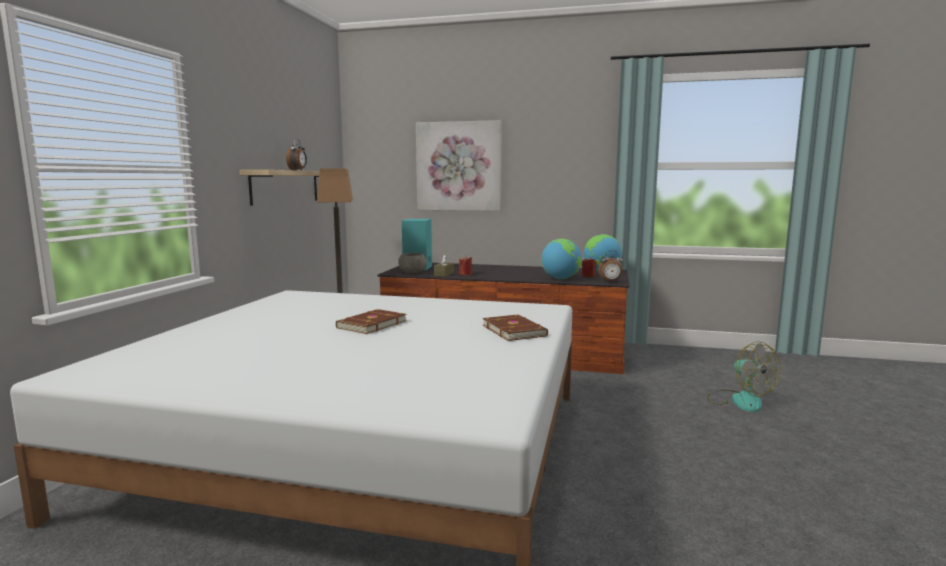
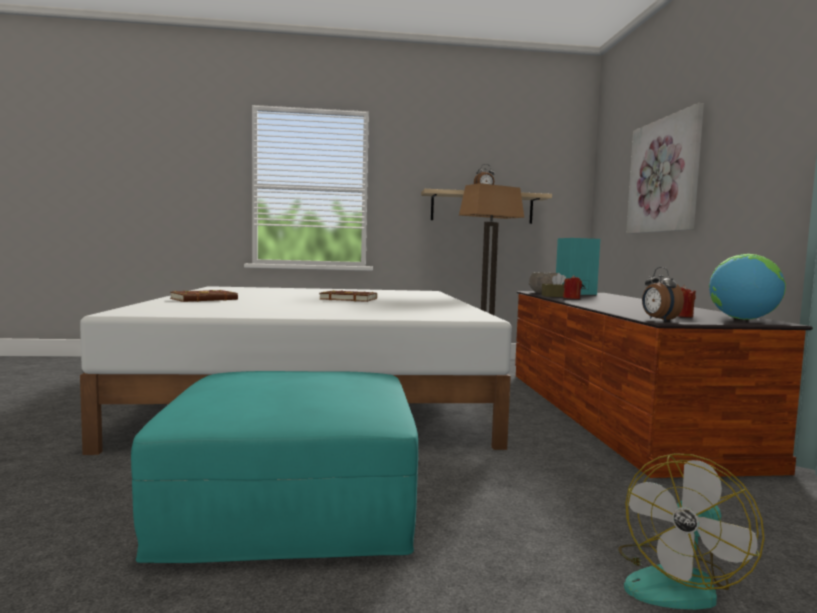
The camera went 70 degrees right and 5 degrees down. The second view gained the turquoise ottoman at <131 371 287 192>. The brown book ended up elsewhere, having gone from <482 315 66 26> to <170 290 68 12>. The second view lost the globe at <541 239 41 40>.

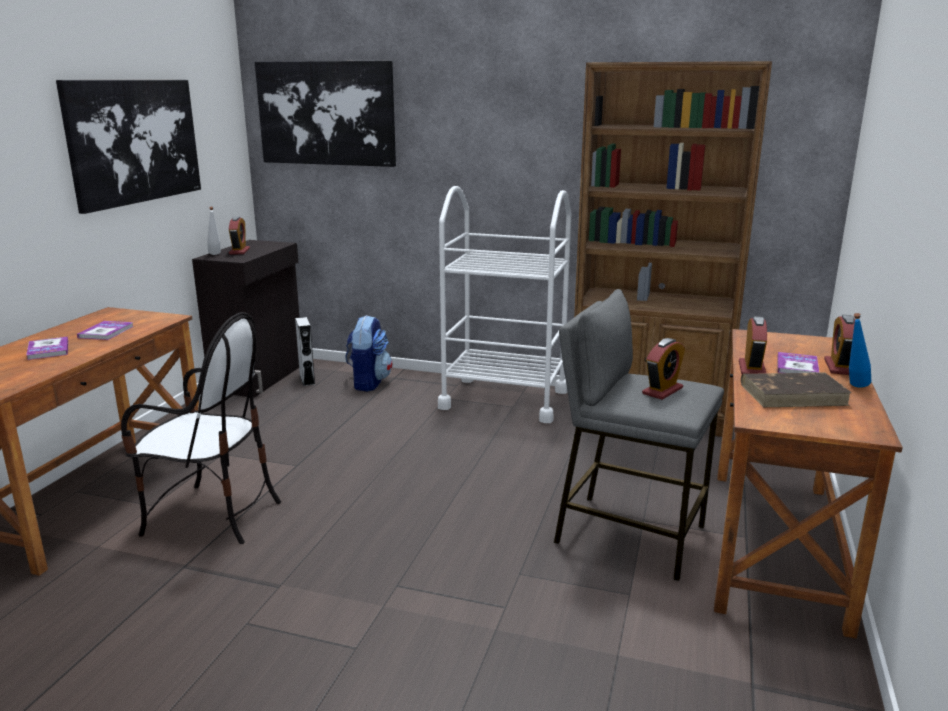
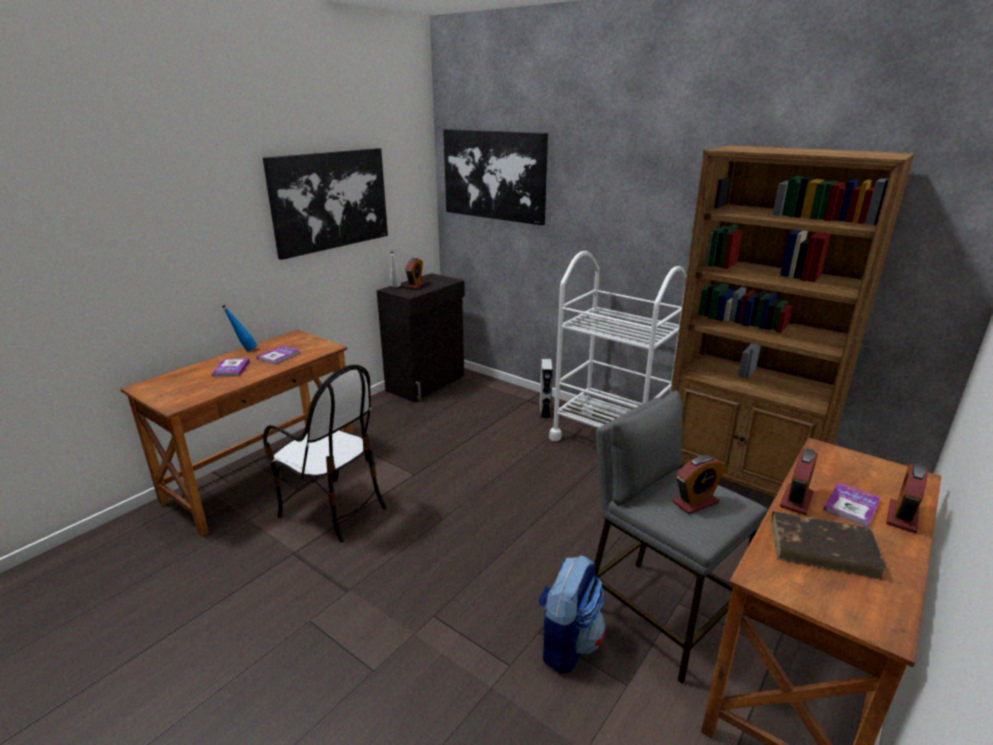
The camera went 20 degrees right and 5 degrees up. The blue bottle ended up elsewhere, having gone from <849 313 22 75> to <222 305 35 46>. The backpack ended up elsewhere, having gone from <346 315 46 77> to <538 555 68 119>. The grey speaker ended up elsewhere, having gone from <295 317 20 69> to <539 359 14 59>.

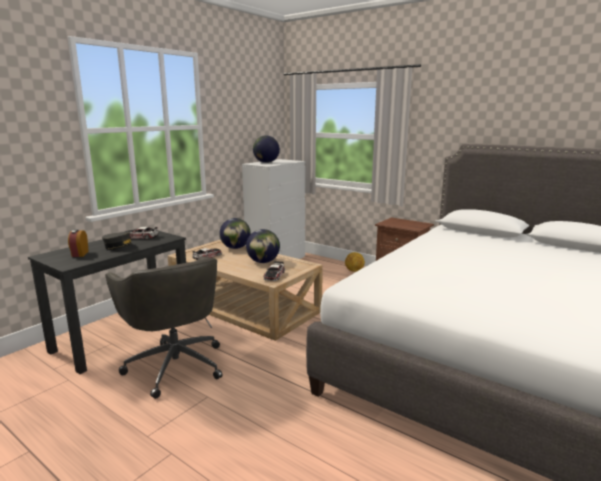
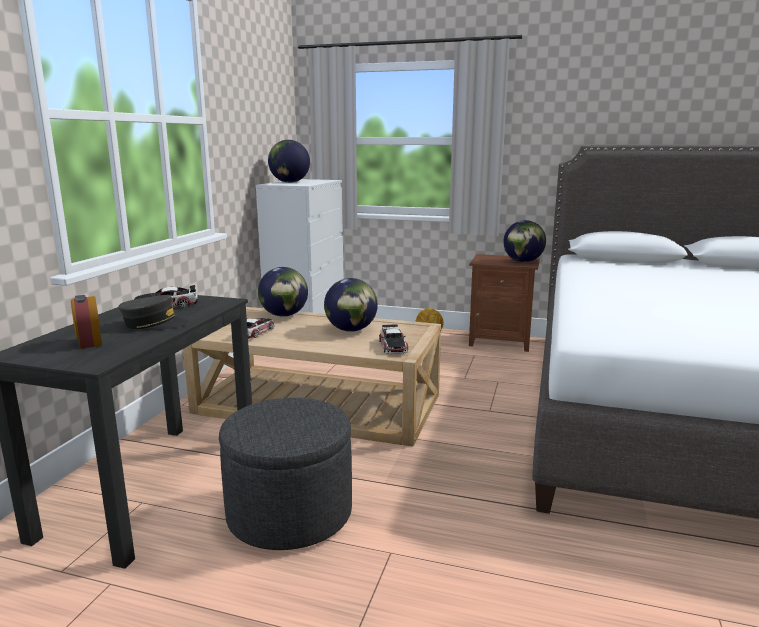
The camera went 20 degrees left and 0 degrees up. Where the grey office chair stood at <105 256 118 143>, the grey ottoman came to stand at <219 398 133 152>. The second view gained the globe at <503 220 43 42>.

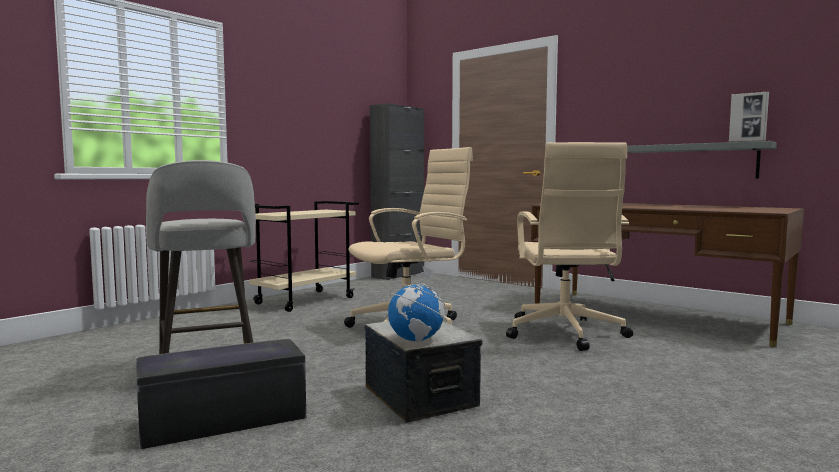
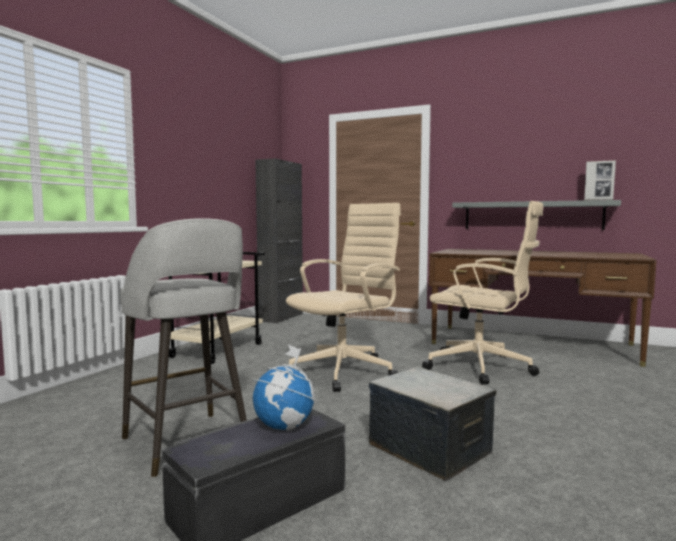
The camera went 15 degrees left and 0 degrees up. The globe ended up elsewhere, having gone from <388 266 59 76> to <253 345 66 86>. The beige office chair at <506 142 127 209> ended up facing another way, 45 degrees counterclockwise from before.

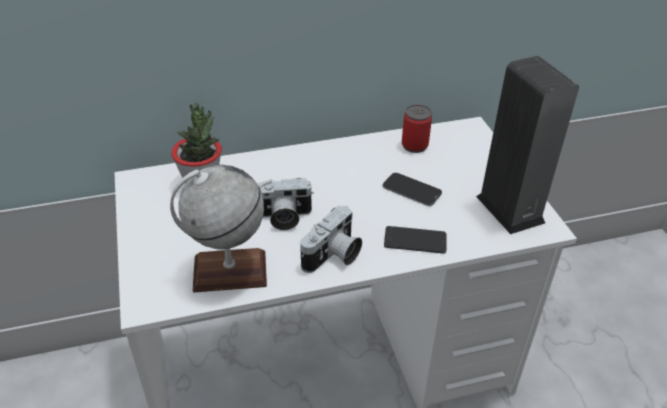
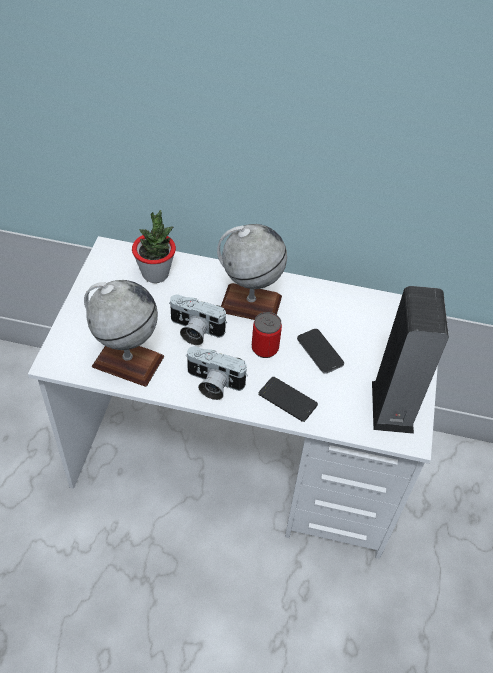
The camera went 25 degrees right and 10 degrees up. The photo camera at <300 205 62 68> ended up facing another way, 45 degrees clockwise from before. The second view gained the globe at <217 224 70 96>. The can ended up elsewhere, having gone from <402 105 30 48> to <252 312 30 46>.

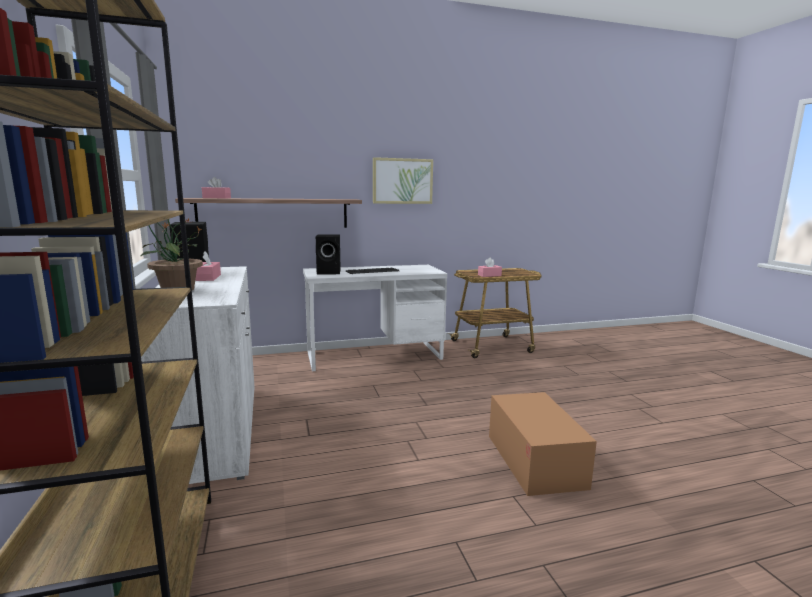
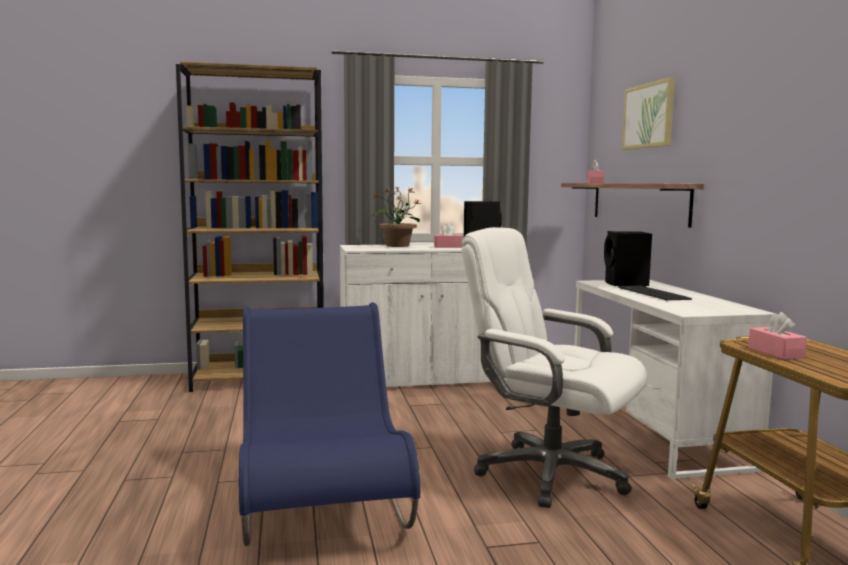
The camera went 95 degrees right and 5 degrees down. Where the cardboard box stood at <489 392 108 104>, the blue chair came to stand at <239 302 181 244>. The second view gained the white office chair at <461 227 187 281>. The picture ended up elsewhere, having gone from <373 157 60 47> to <622 77 53 73>.

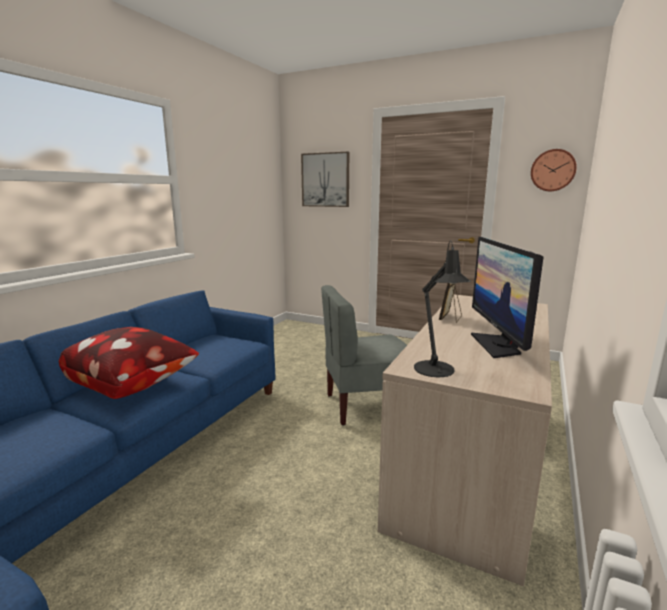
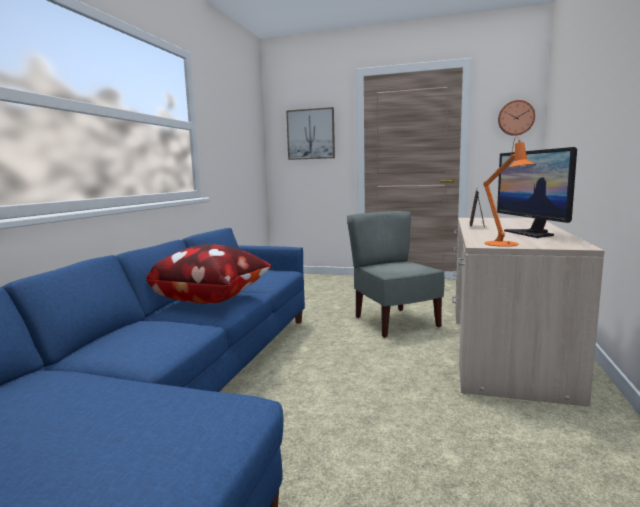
The camera went 10 degrees left and 5 degrees down. The grey chair at <321 285 86 140> ended up facing another way, 90 degrees clockwise from before. What was the black table lamp at <414 240 57 137> turned into the orange table lamp at <483 137 53 110>.

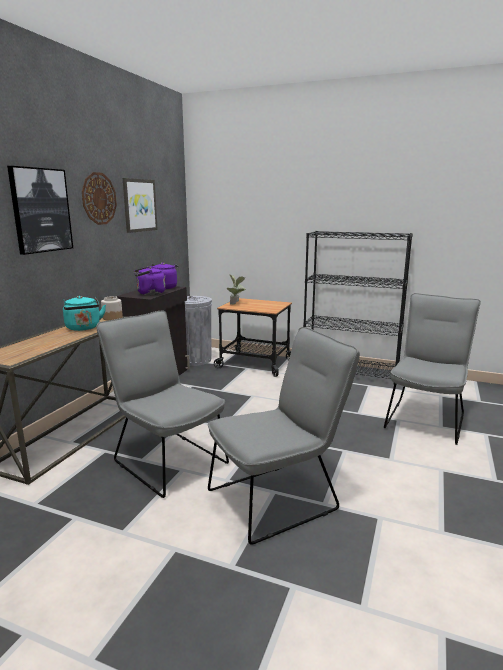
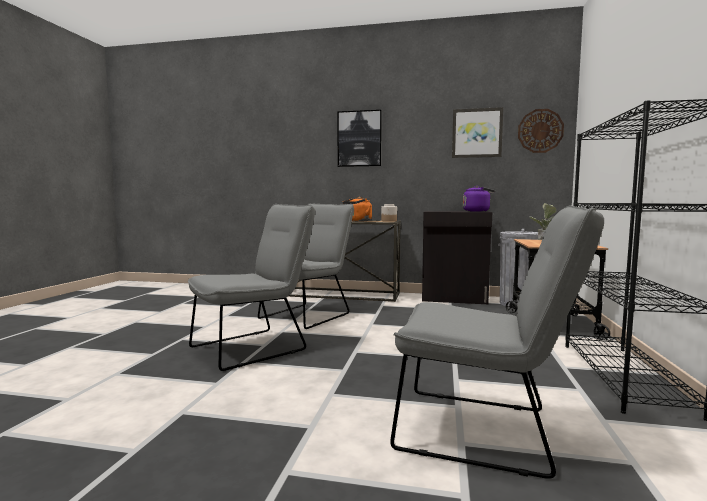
The camera went 80 degrees right and 10 degrees down. The grey chair at <208 327 152 218> ended up facing another way, 90 degrees counterclockwise from before. What was the turquoise kettle at <63 296 43 35> turned into the orange kettle at <343 197 29 24>. The wall clock ended up elsewhere, having gone from <82 172 35 53> to <518 109 46 44>. The second view lost the purple kettle at <133 266 32 29>.

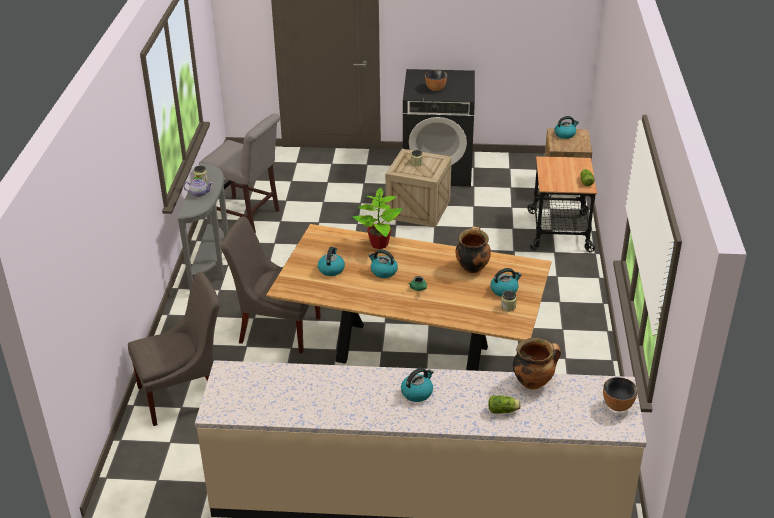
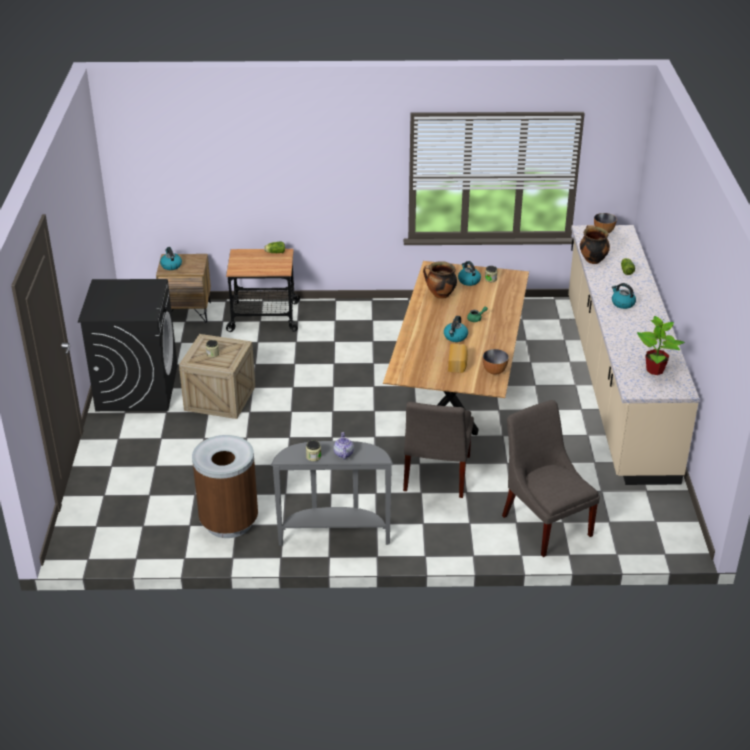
The camera went 95 degrees left and 0 degrees up. Where the grey chair stood at <199 114 81 119>, the brown trash can came to stand at <192 435 66 103>. Where the kettle stood at <318 247 27 29>, the bread came to stand at <448 344 20 29>. The bowl ended up elsewhere, having gone from <425 70 22 21> to <483 349 26 26>. The potted plant ended up elsewhere, having gone from <353 187 49 62> to <637 316 48 59>.

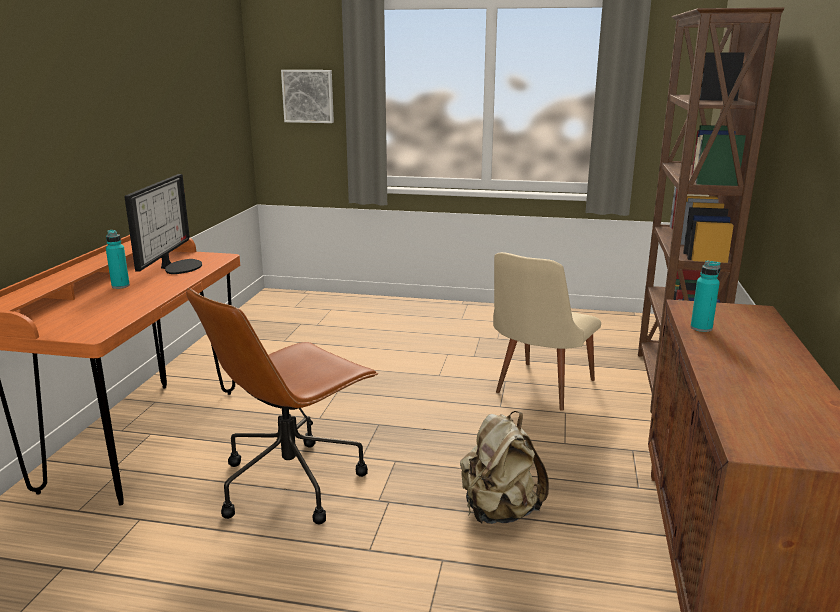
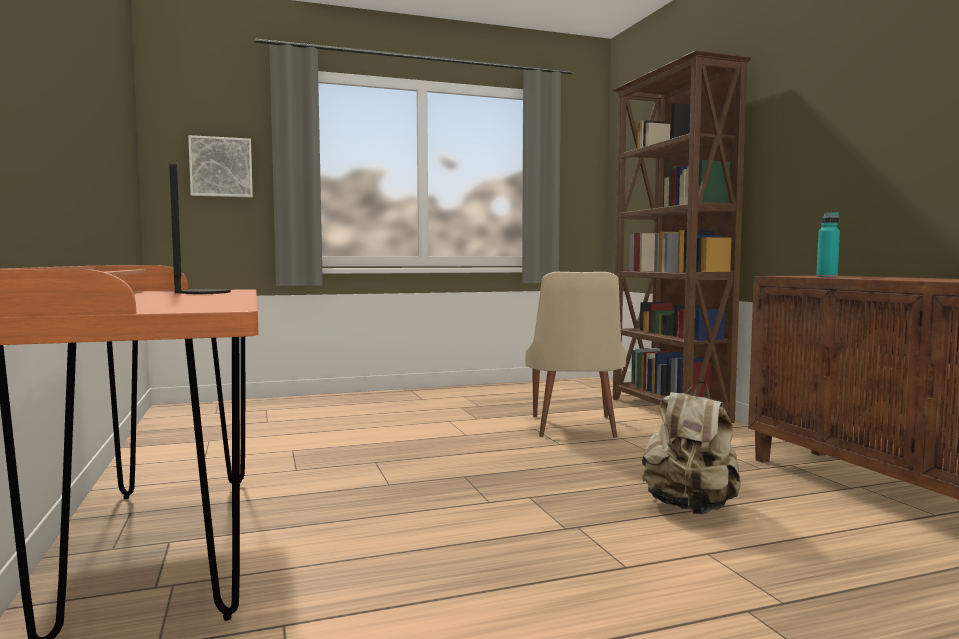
The camera went 30 degrees left and 15 degrees down. The second view lost the turquoise bottle at <106 230 24 59>. The second view lost the brown office chair at <186 288 193 236>.

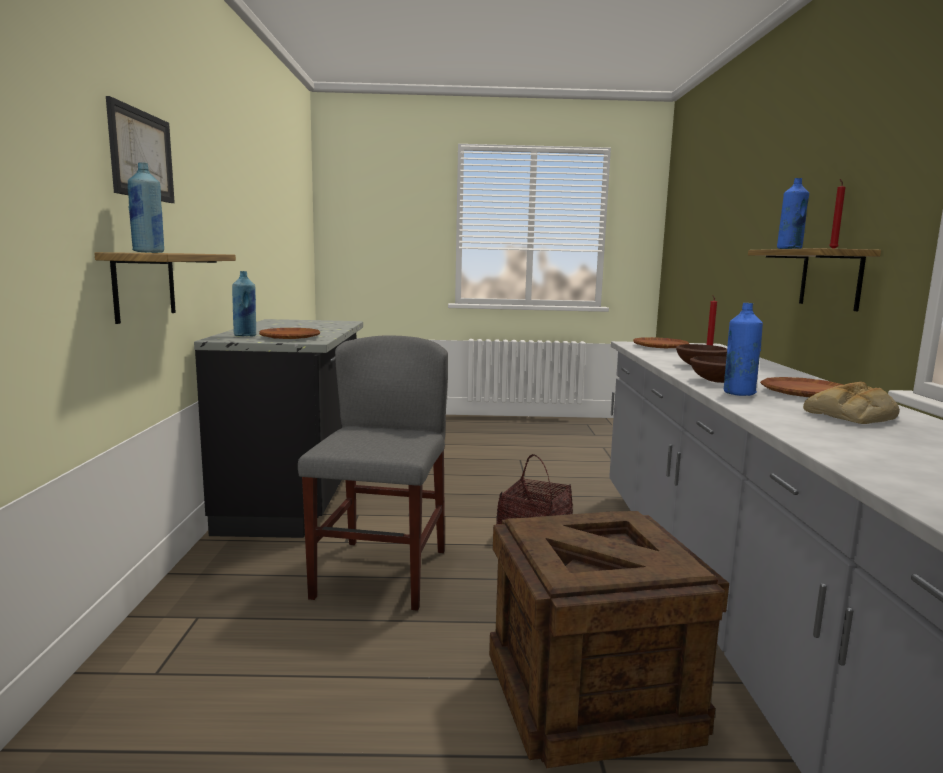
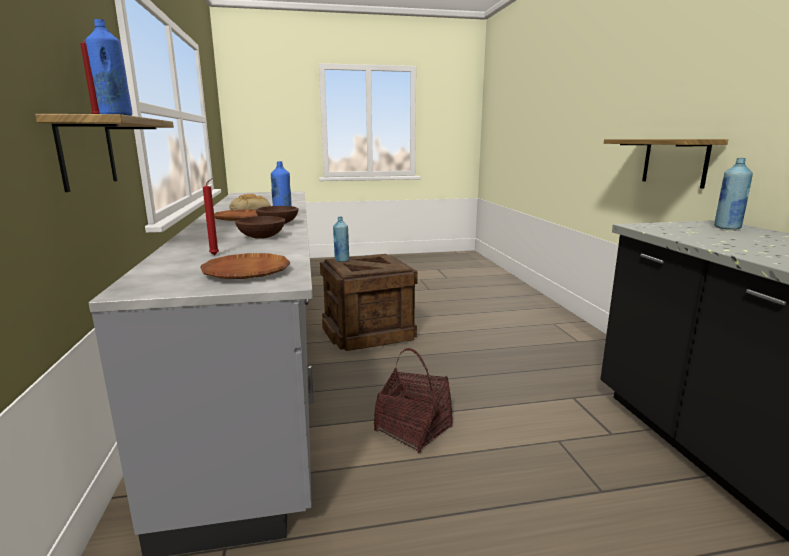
The camera went 170 degrees right and 5 degrees up. The blue bottle ended up elsewhere, having gone from <128 162 36 91> to <333 217 17 45>. The second view lost the picture at <106 96 69 107>. The second view lost the brown plate at <259 328 61 11>. The second view lost the grey chair at <298 335 150 276>.

